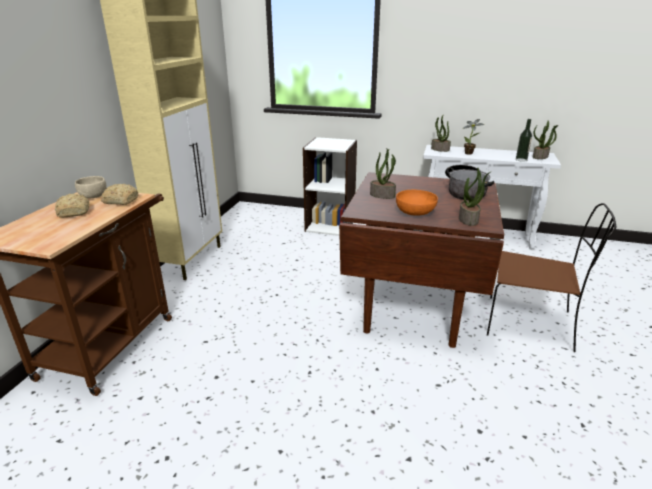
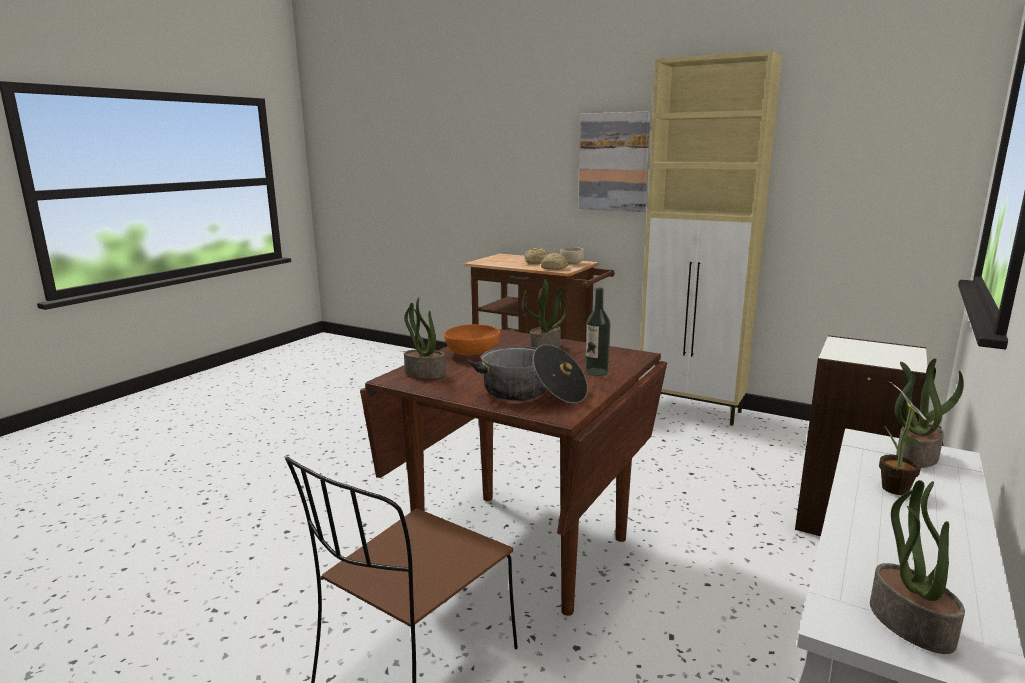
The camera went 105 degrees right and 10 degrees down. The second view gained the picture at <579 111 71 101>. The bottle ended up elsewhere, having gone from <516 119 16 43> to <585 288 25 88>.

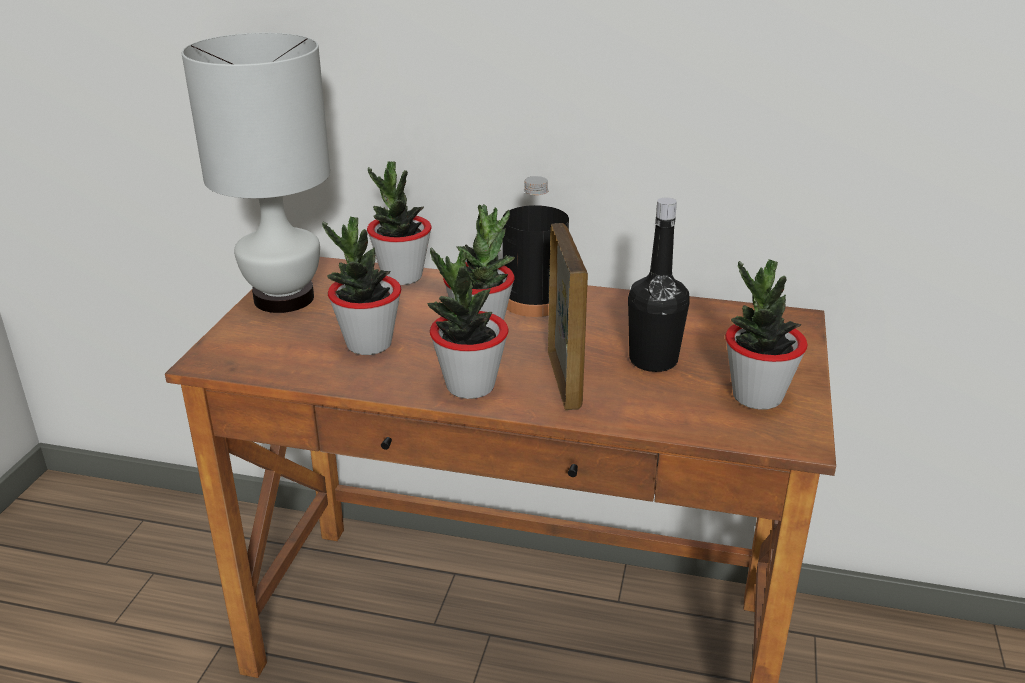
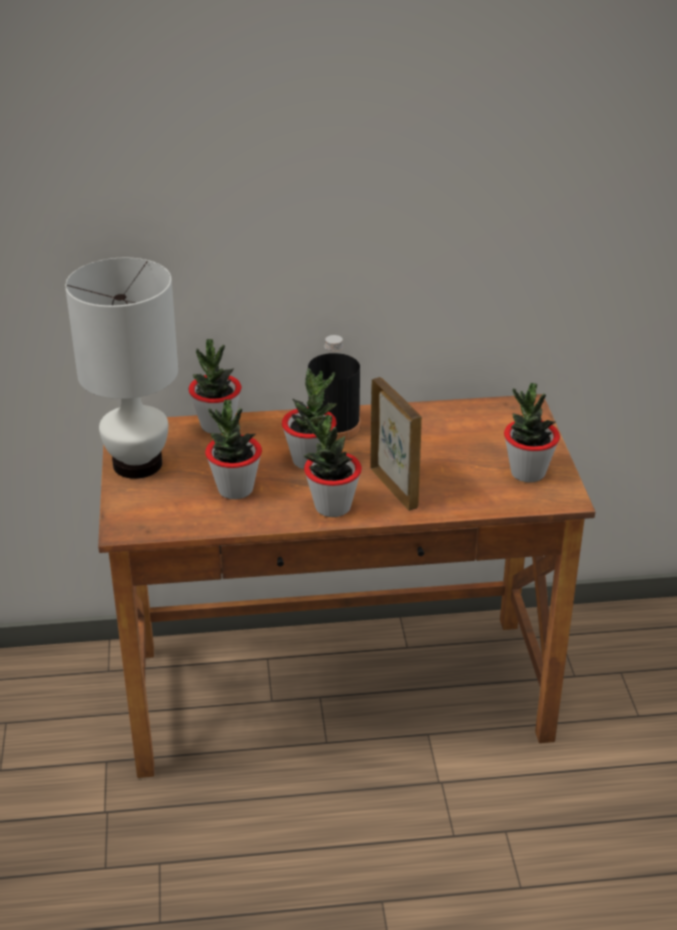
The camera went 20 degrees left and 5 degrees up. The second view lost the black bottle at <628 198 62 174>.

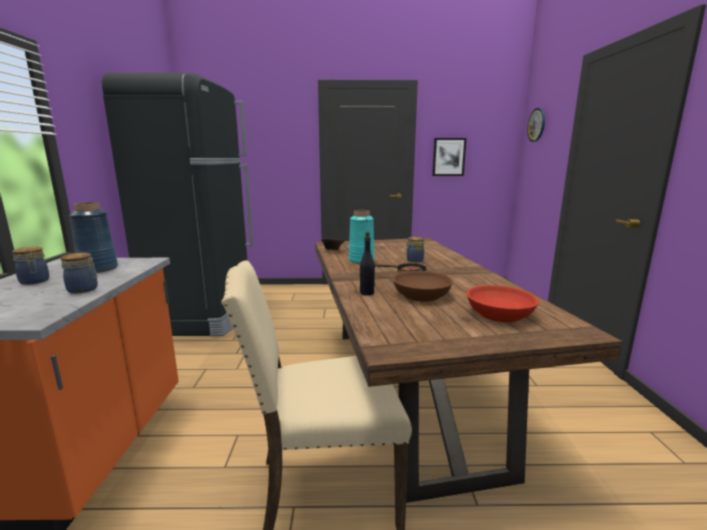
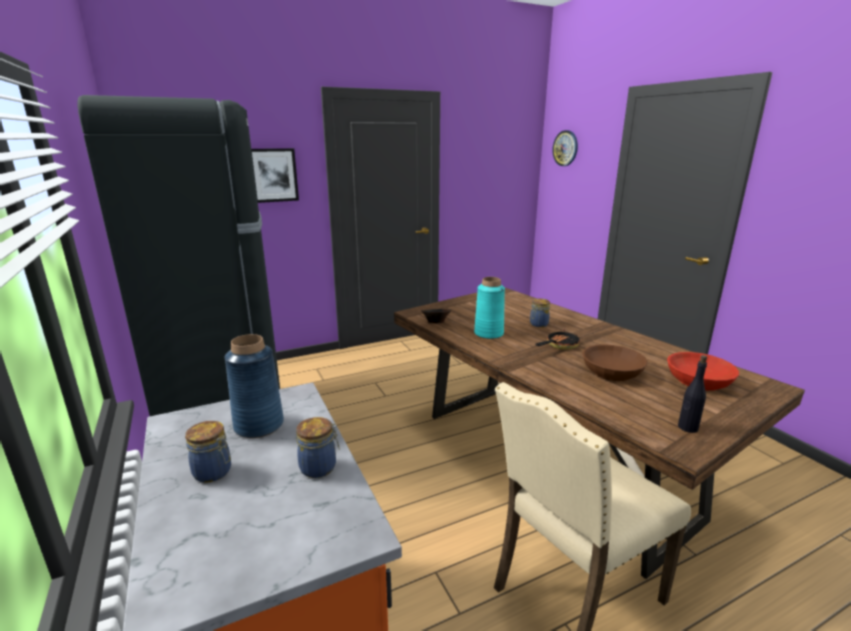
The camera went 25 degrees left and 5 degrees up. The picture ended up elsewhere, having gone from <432 138 35 38> to <251 148 48 55>. The black bottle ended up elsewhere, having gone from <359 232 16 64> to <678 355 29 78>.

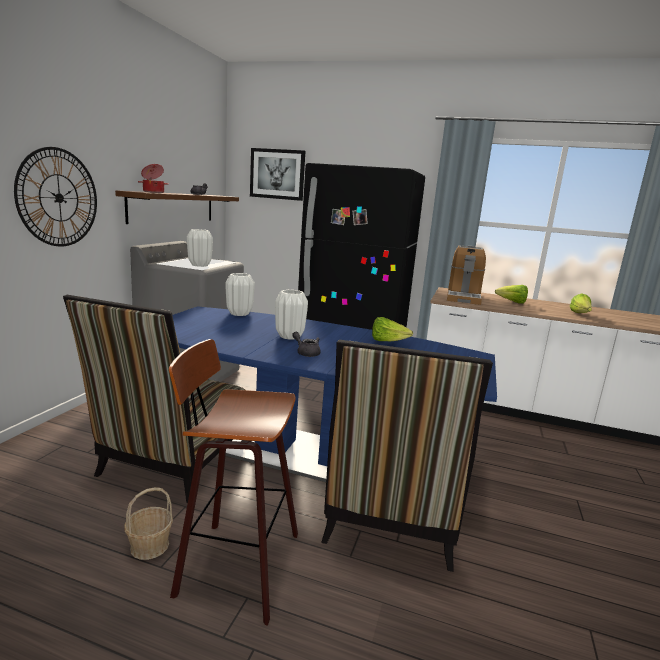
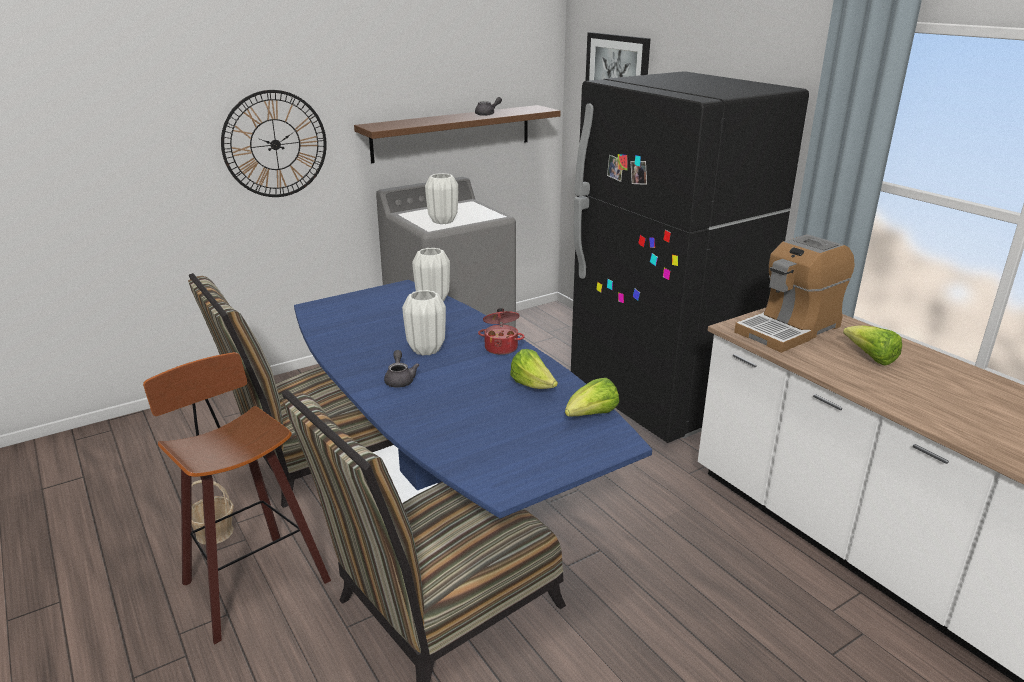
The camera went 40 degrees right and 10 degrees up. The cooking pot ended up elsewhere, having gone from <138 164 30 29> to <478 308 47 47>. The lettuce ended up elsewhere, having gone from <570 294 22 19> to <565 378 54 38>.

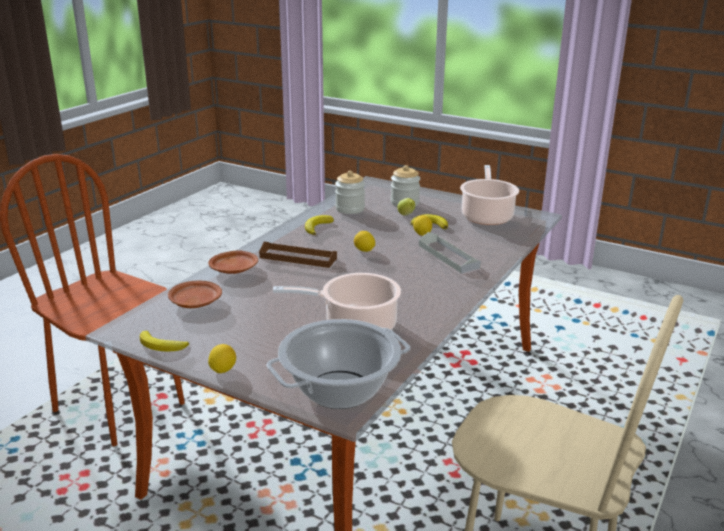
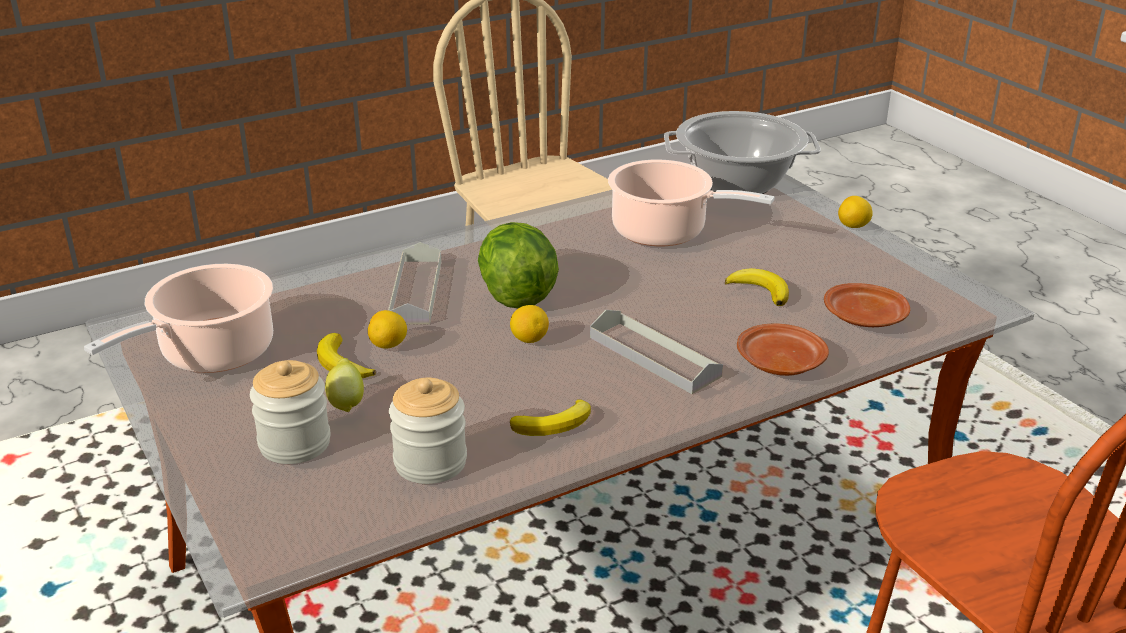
The camera went 150 degrees left and 5 degrees up. The second view gained the lettuce at <478 222 81 86>. What was the brown tray at <259 242 78 26> turned into the grey tray at <590 310 133 84>. The banana ended up elsewhere, having gone from <140 331 49 20> to <725 268 64 38>.

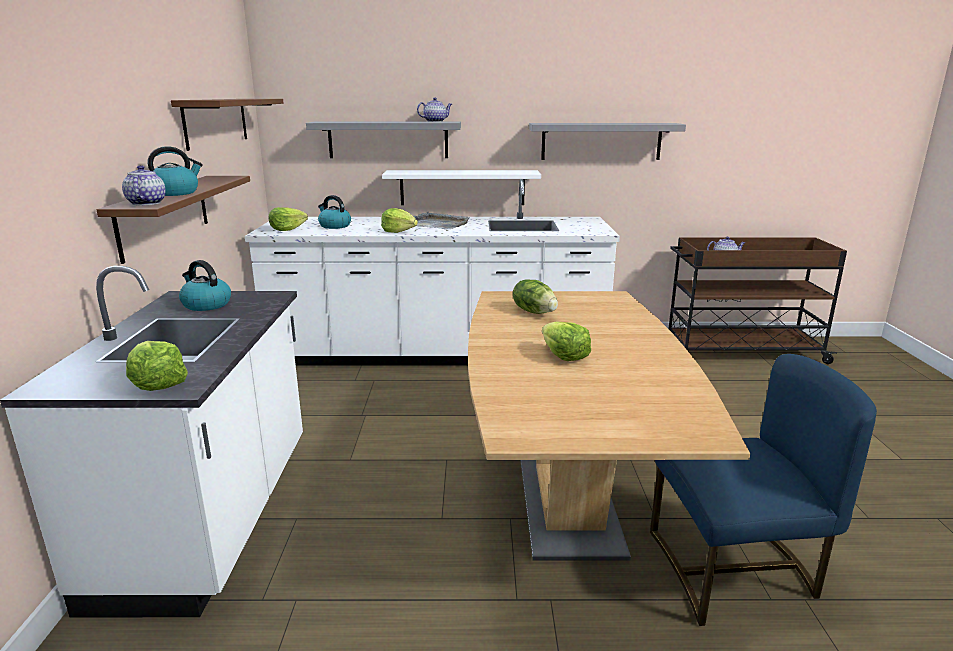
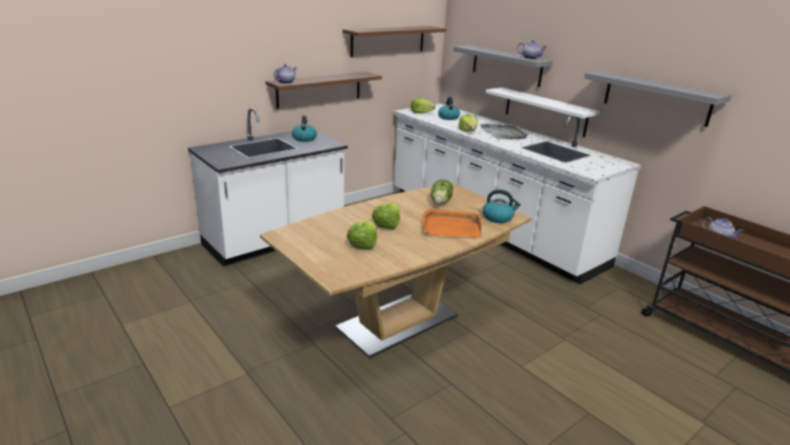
The camera went 50 degrees right and 5 degrees up. The lettuce ended up elsewhere, having gone from <126 341 62 50> to <347 221 30 28>. The second view gained the orange tray at <422 208 59 30>. The kettle ended up elsewhere, having gone from <147 146 56 50> to <483 189 38 34>. The second view lost the blue chair at <650 354 227 272>.

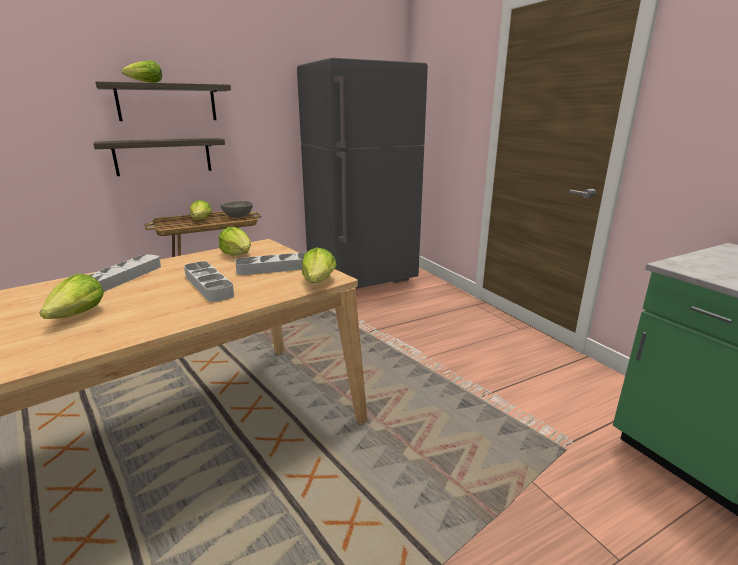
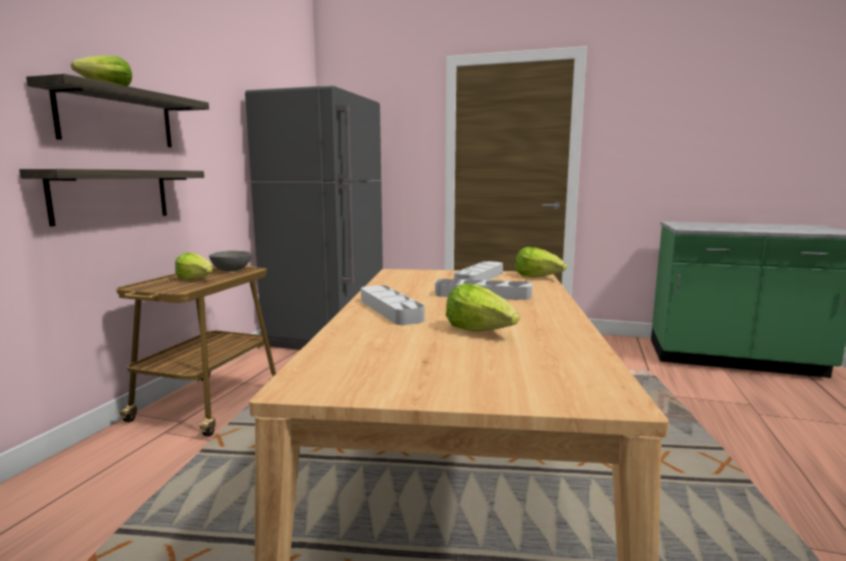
The camera went 45 degrees left and 10 degrees down. The second view lost the lettuce at <219 227 32 29>.

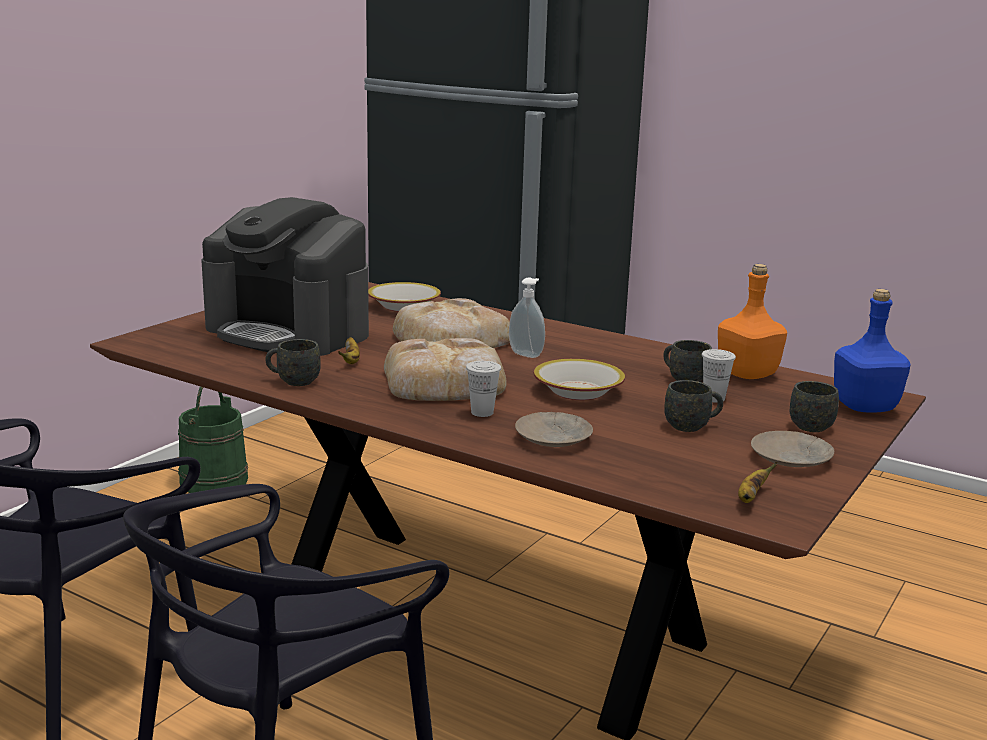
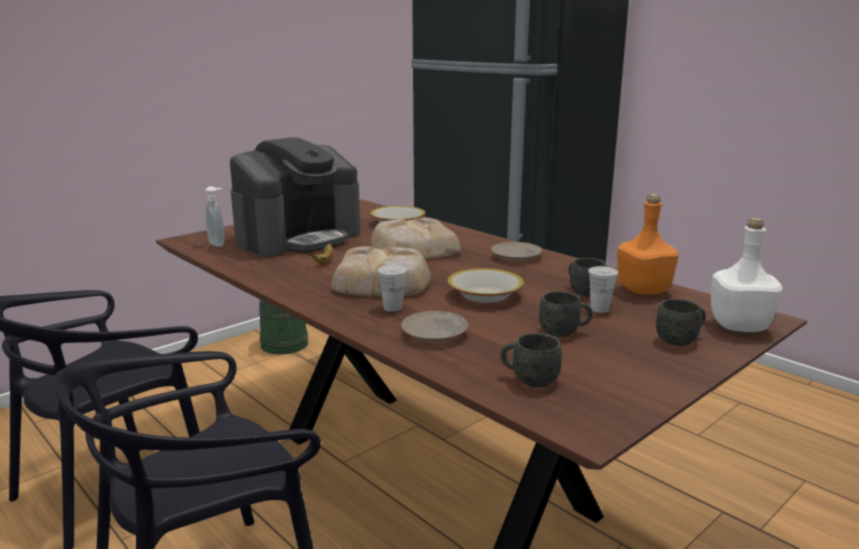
The camera went 15 degrees right and 0 degrees up. The soap dispenser ended up elsewhere, having gone from <509 277 36 81> to <205 186 19 61>. The coffee machine at <201 197 168 159> ended up facing another way, 90 degrees counterclockwise from before. The beige plate ended up elsewhere, having gone from <751 431 83 36> to <491 242 51 19>. The grey mug ended up elsewhere, having gone from <265 339 56 47> to <500 333 62 55>. What was the blue bottle at <834 289 77 124> turned into the white bottle at <711 218 71 114>. The second view lost the banana at <738 462 39 41>.

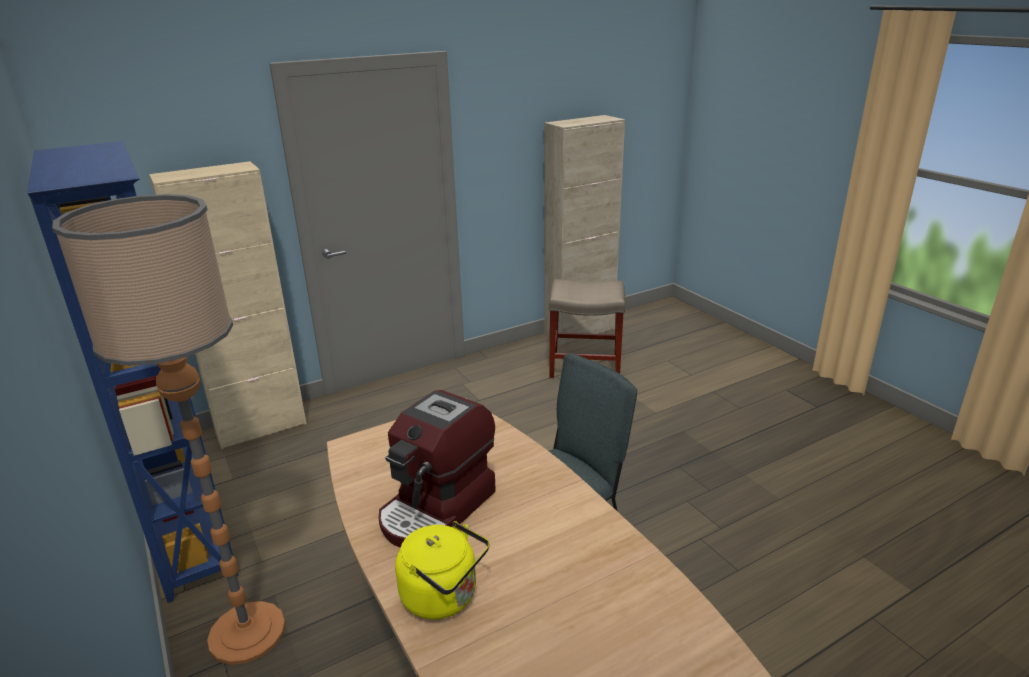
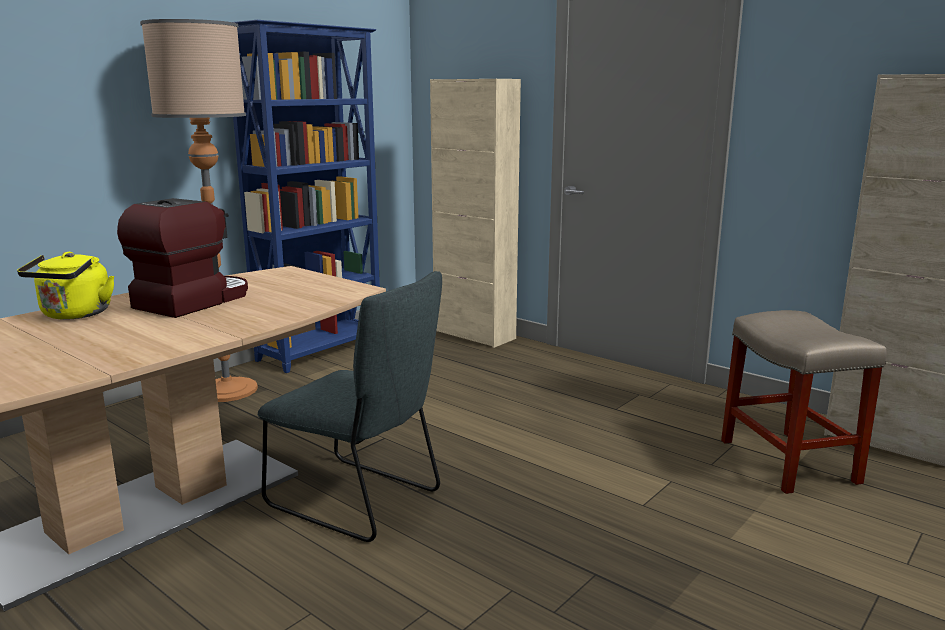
The camera went 70 degrees right and 10 degrees down. The coffee machine at <379 390 117 158> ended up facing another way, 105 degrees clockwise from before.

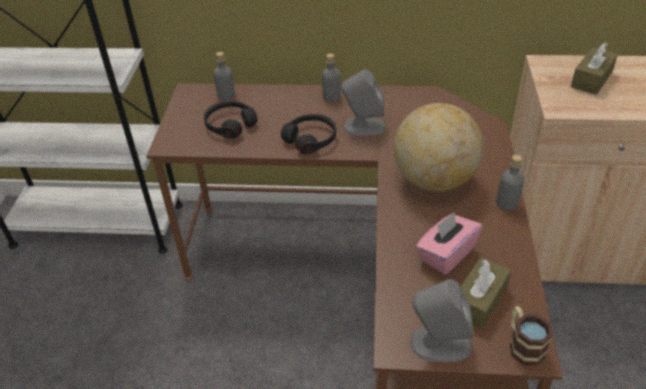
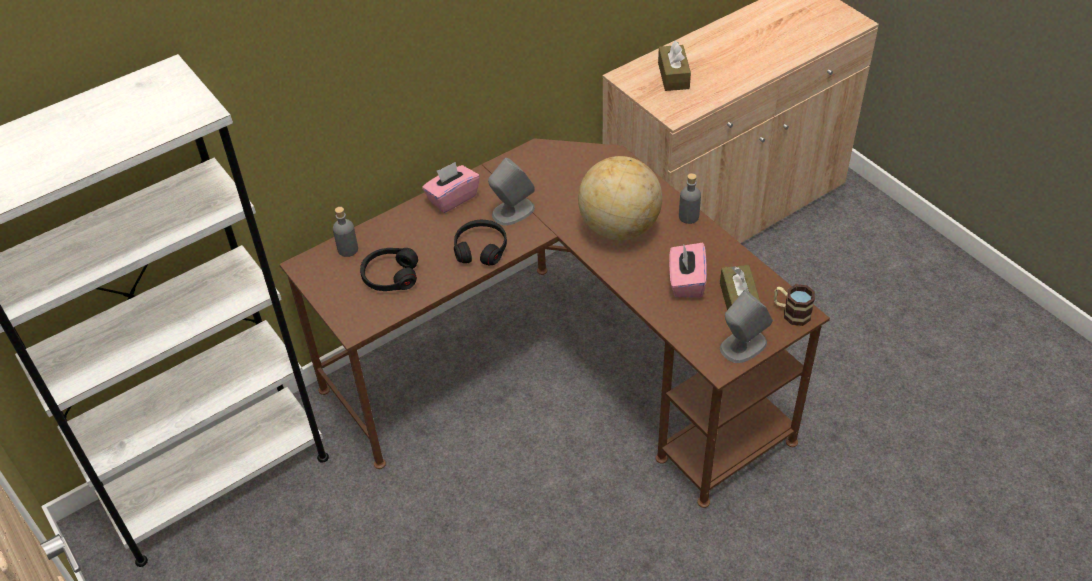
The camera went 40 degrees left and 5 degrees up. Where the grey bottle stood at <322 53 19 49>, the pink tissue box came to stand at <422 162 58 51>.

